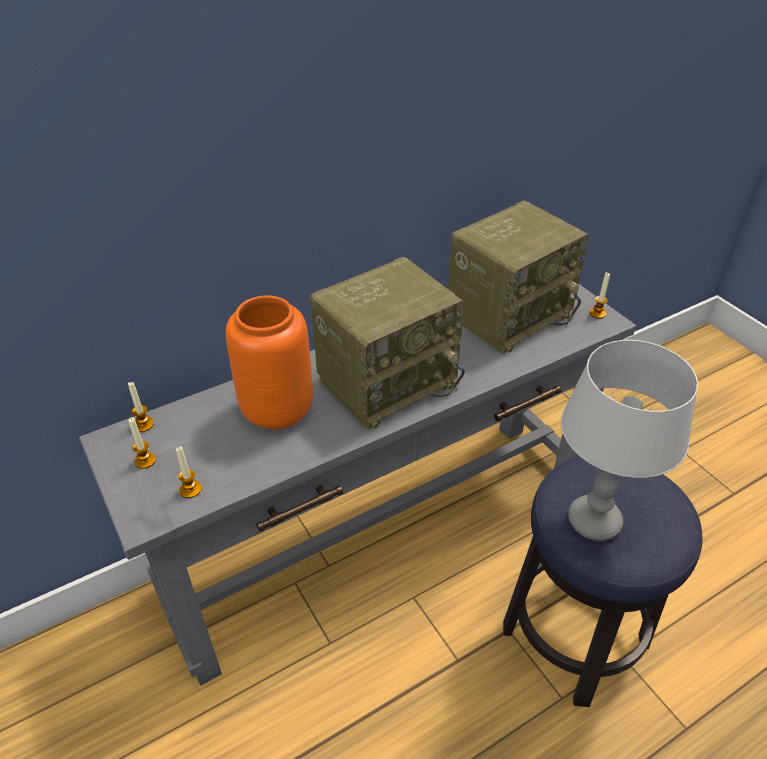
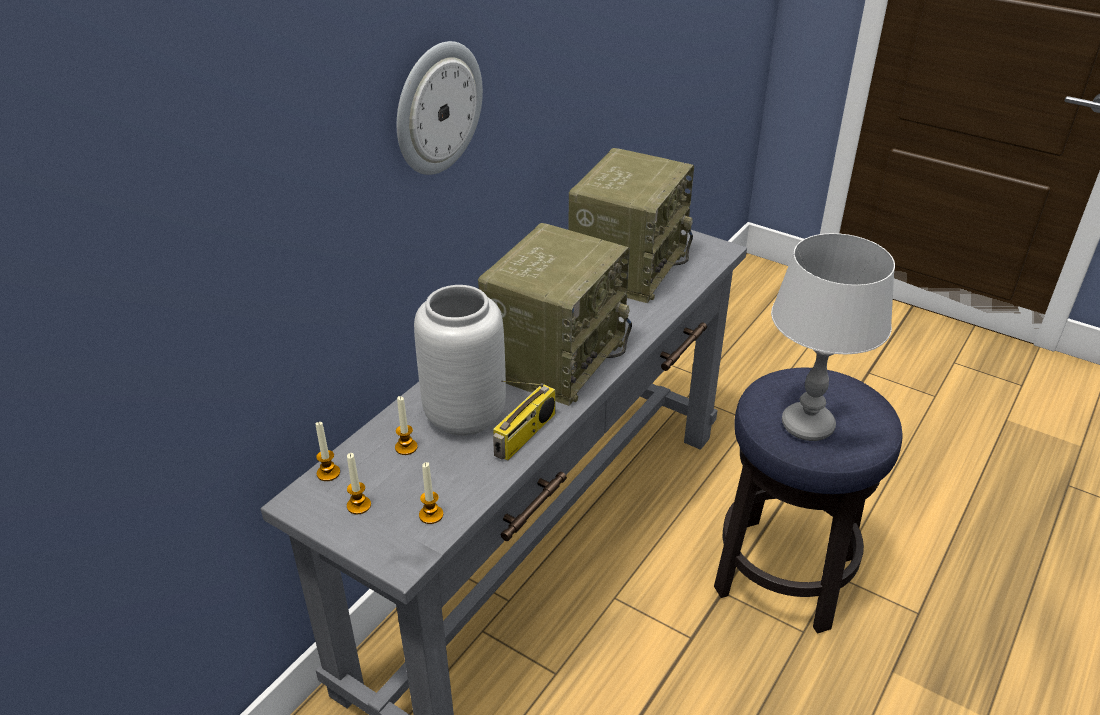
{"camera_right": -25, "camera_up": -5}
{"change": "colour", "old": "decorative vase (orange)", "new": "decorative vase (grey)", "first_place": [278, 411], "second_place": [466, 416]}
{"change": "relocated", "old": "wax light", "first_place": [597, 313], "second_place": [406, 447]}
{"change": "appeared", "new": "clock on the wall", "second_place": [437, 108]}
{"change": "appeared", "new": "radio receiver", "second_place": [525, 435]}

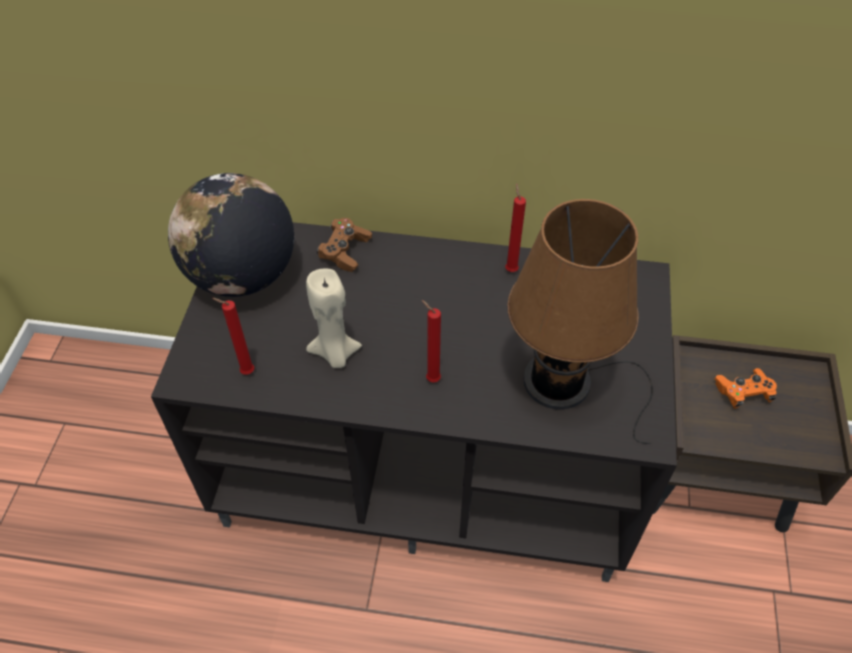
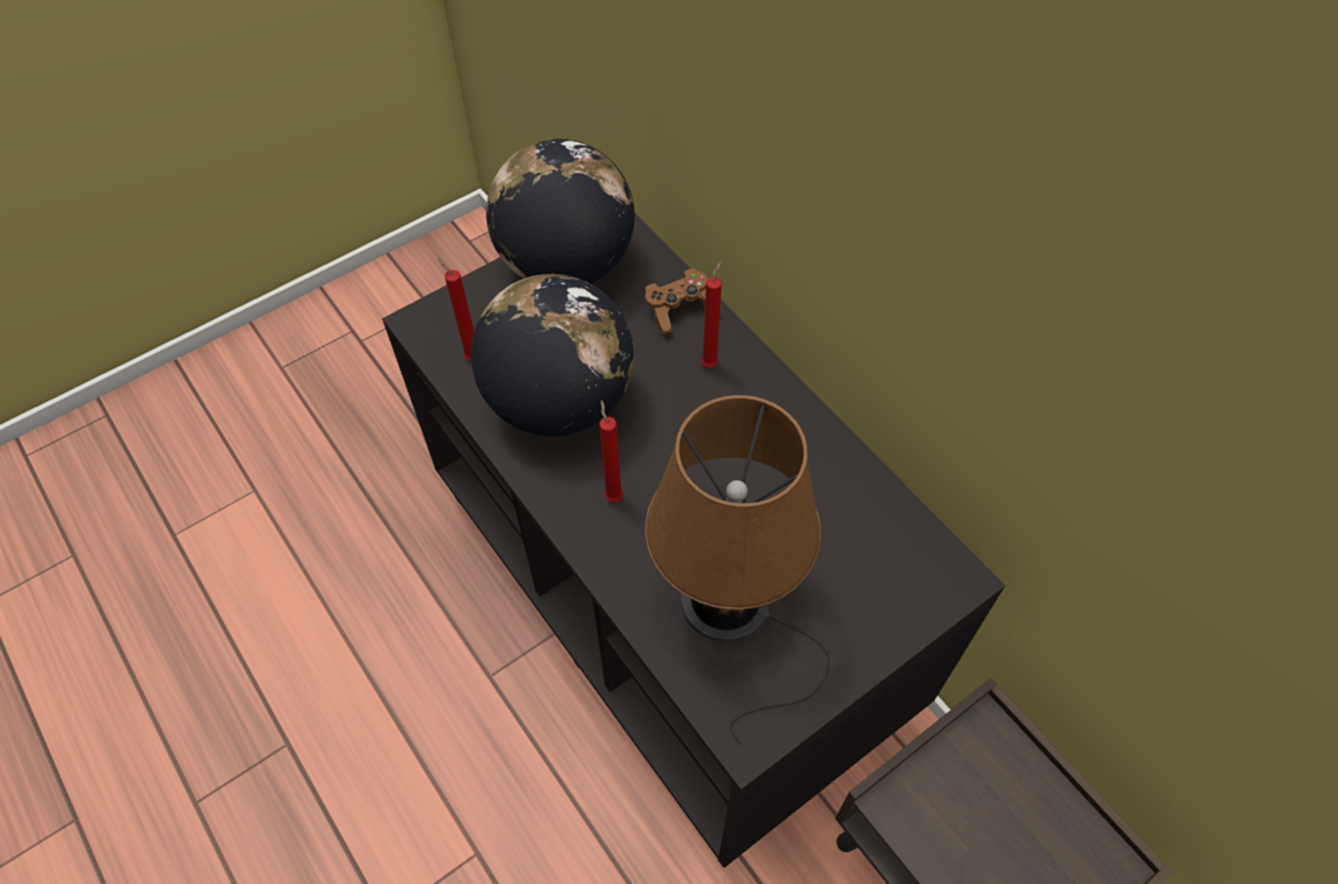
{"camera_right": 45, "camera_up": 5}
{"change": "exchanged", "old": "wax light (sand-coloured)", "new": "globe", "first_place": [335, 353], "second_place": [559, 401]}
{"change": "relocated", "old": "wax light (red)", "first_place": [510, 269], "second_place": [711, 363]}
{"change": "missing", "old": "joypad (orange)", "first_place": [743, 393]}

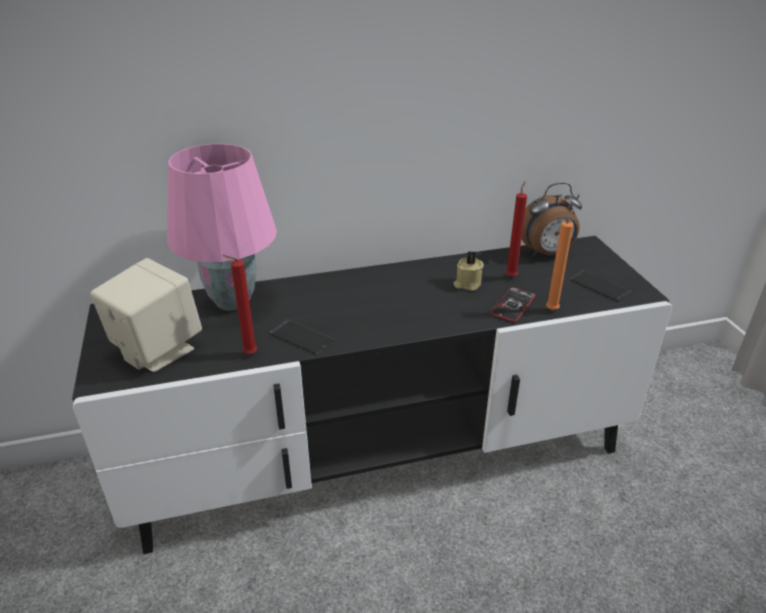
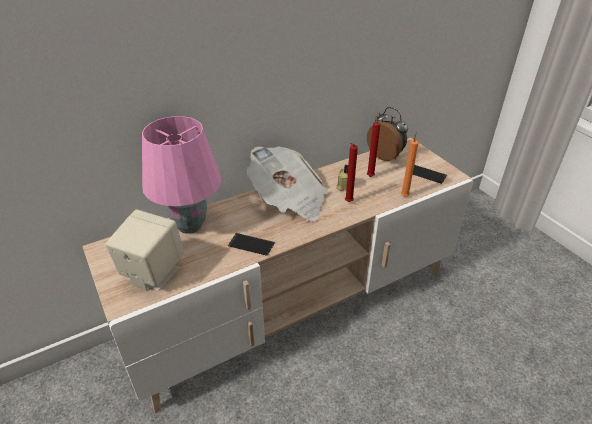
{"camera_right": -15, "camera_up": 5}
{"change": "colour", "old": "tv unit (black)", "new": "tv unit (sand-coloured)", "first_place": [382, 455], "second_place": [295, 307]}
{"change": "relocated", "old": "wax light (red)", "first_place": [248, 355], "second_place": [347, 202]}
{"change": "missing", "old": "telephone", "first_place": [513, 305]}
{"change": "spun", "old": "table clock", "first_place": [546, 253], "second_place": [386, 155], "degrees": -105}
{"change": "appeared", "new": "printed paper", "second_place": [289, 200]}

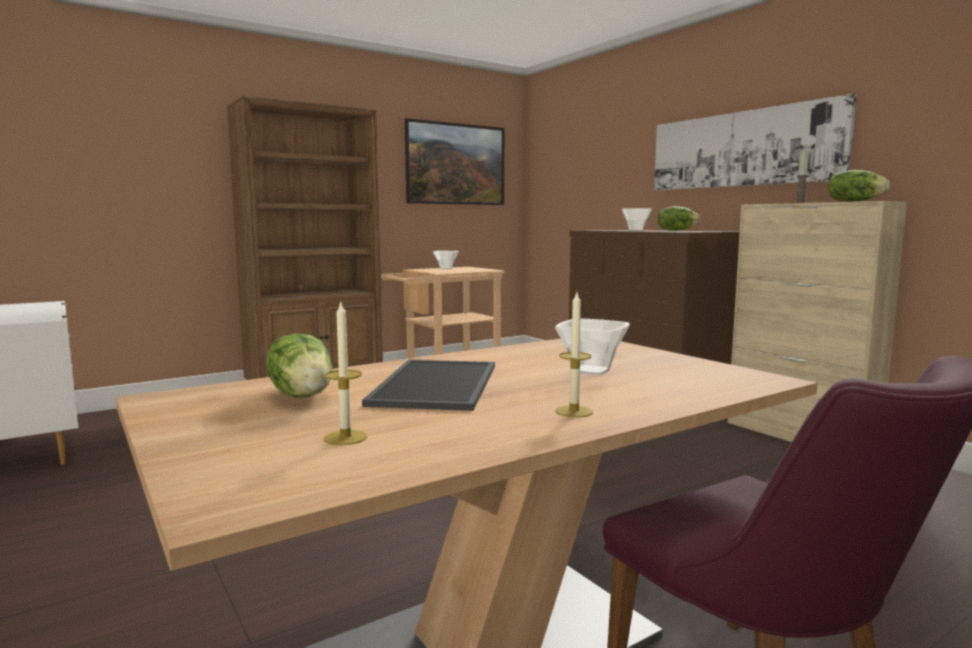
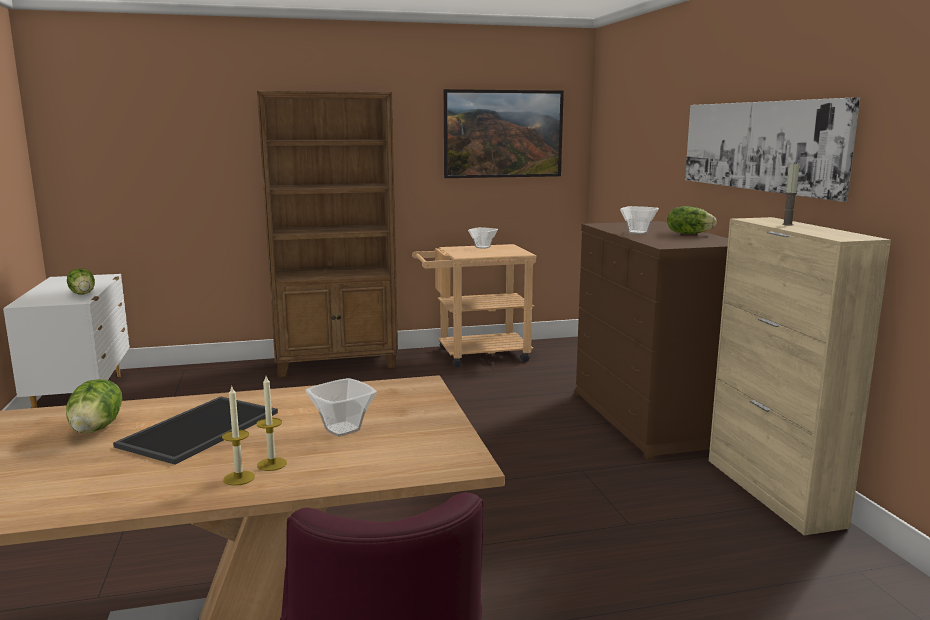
{"camera_right": 20, "camera_up": 5}
{"change": "relocated", "old": "wax light", "first_place": [345, 437], "second_place": [272, 464]}
{"change": "relocated", "old": "lettuce", "first_place": [854, 201], "second_place": [83, 294]}

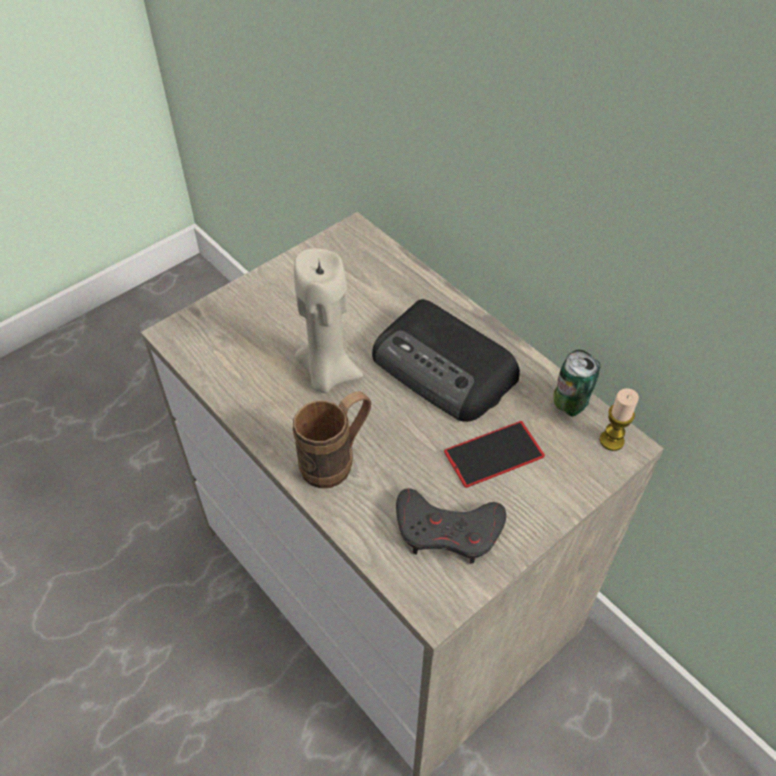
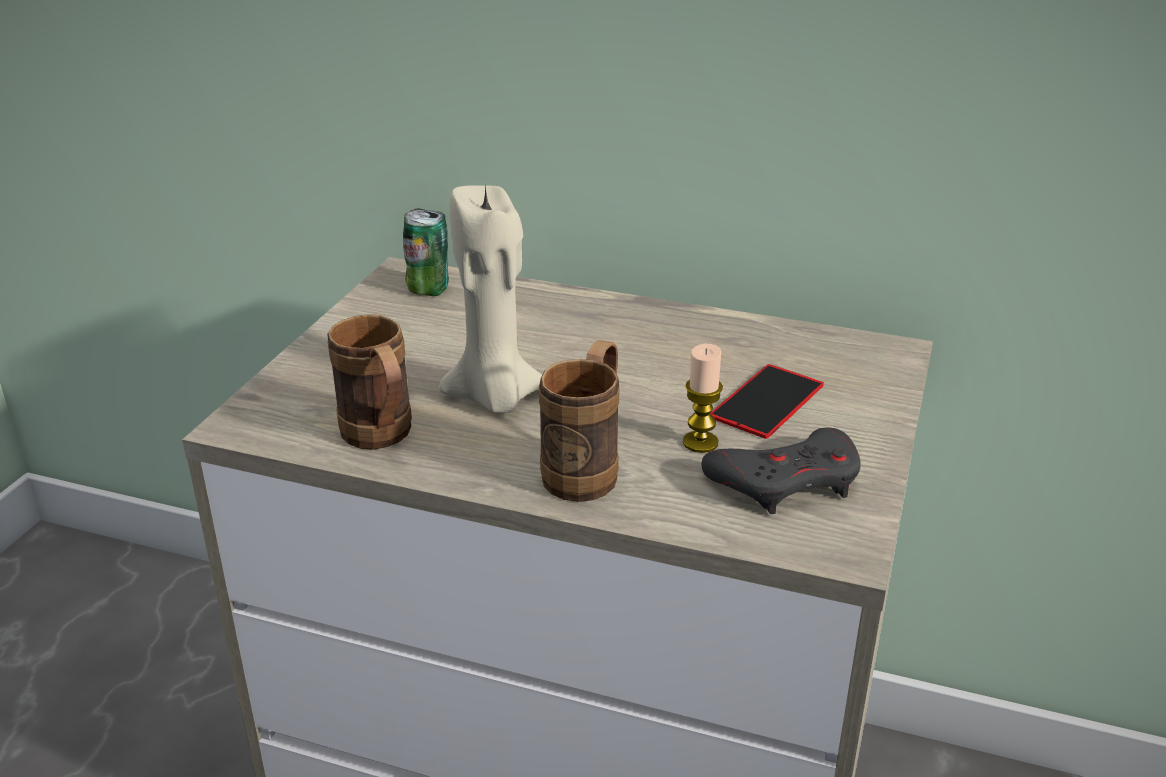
{"camera_right": -30, "camera_up": -20}
{"change": "missing", "old": "radio receiver", "first_place": [445, 369]}
{"change": "relocated", "old": "can", "first_place": [569, 404], "second_place": [428, 289]}
{"change": "relocated", "old": "wax light", "first_place": [611, 440], "second_place": [700, 442]}
{"change": "appeared", "new": "tea mug (brown)", "second_place": [381, 439]}

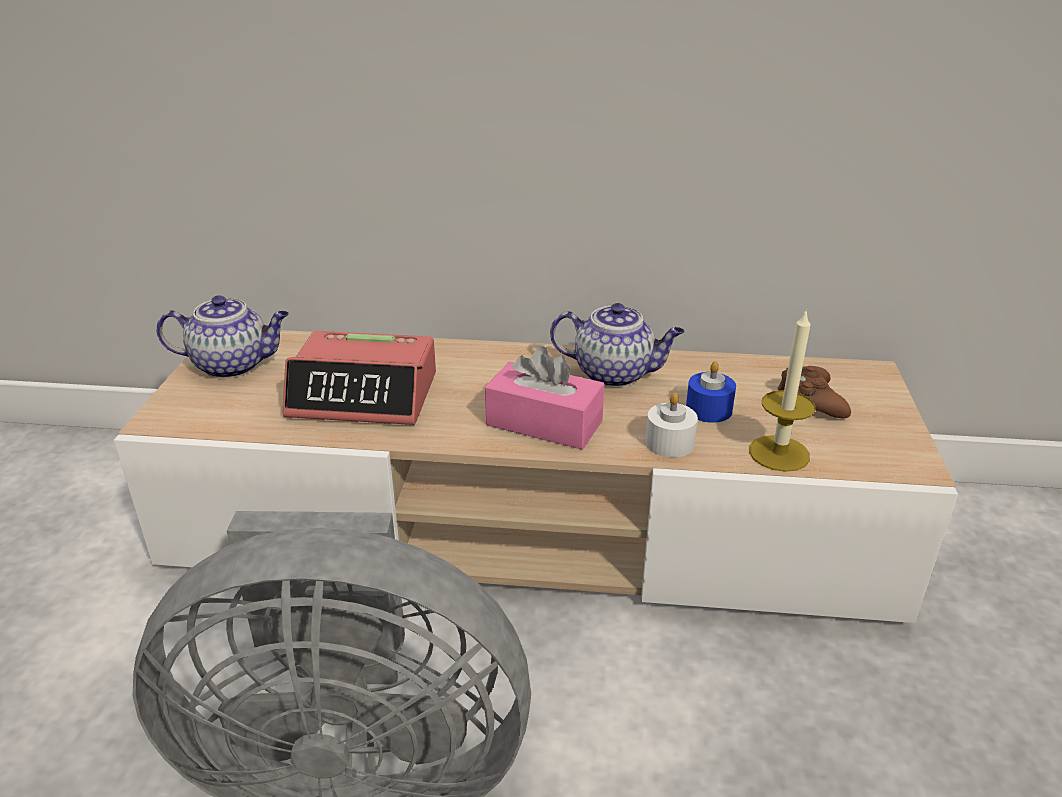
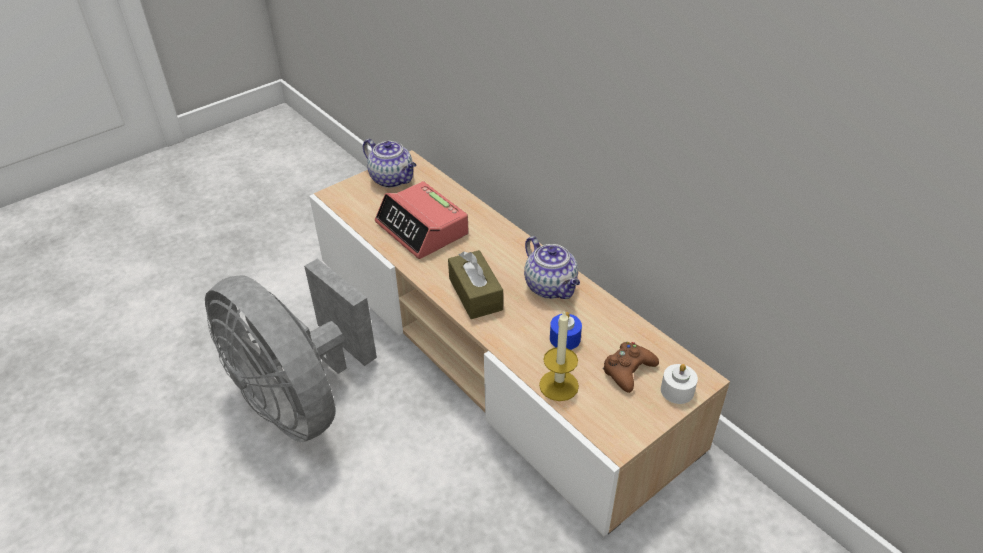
{"camera_right": 45, "camera_up": 10}
{"change": "colour", "old": "tissue box (pink)", "new": "tissue box (brown)", "first_place": [544, 423], "second_place": [475, 294]}
{"change": "relocated", "old": "wax light (white)", "first_place": [669, 443], "second_place": [677, 390]}

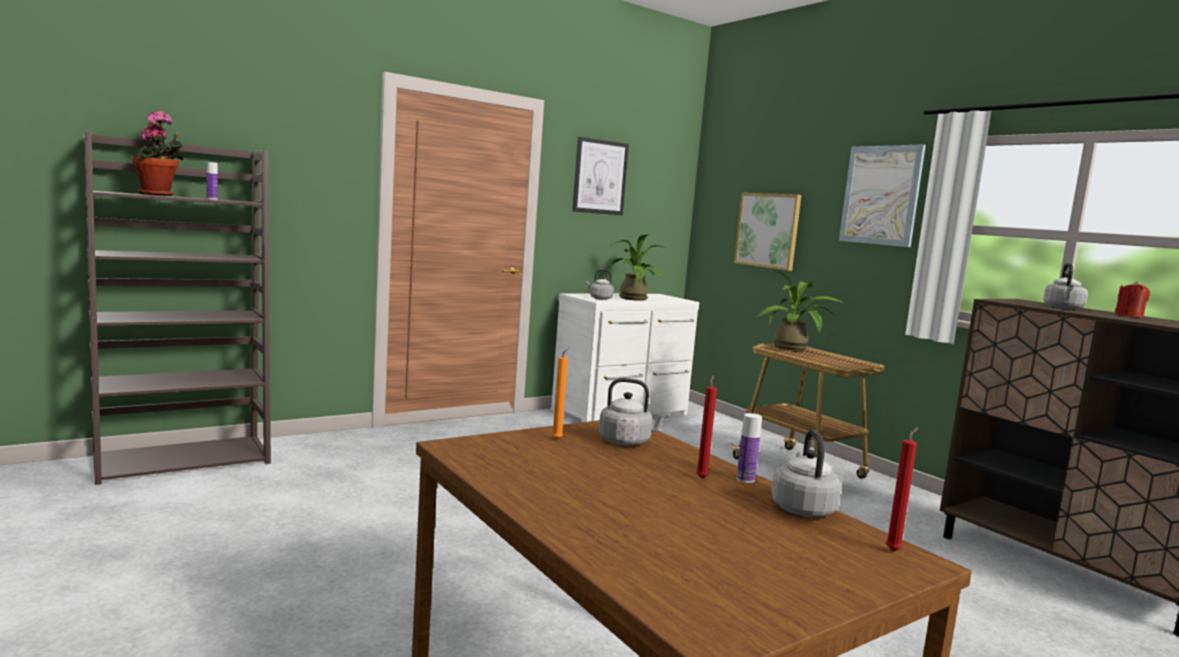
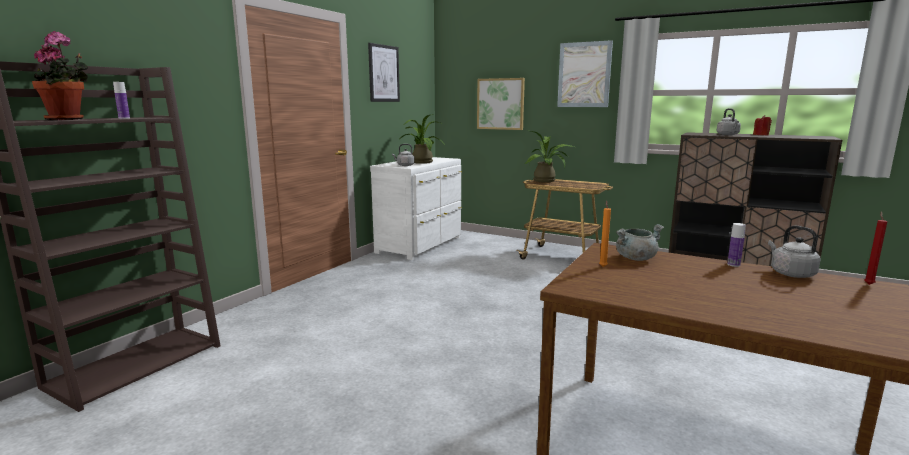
{"camera_right": -25, "camera_up": 5}
{"change": "exchanged", "old": "water kettle (grey)", "new": "stockpot (grey)", "first_place": [627, 442], "second_place": [635, 258]}
{"change": "missing", "old": "wax light (red)", "first_place": [702, 478]}

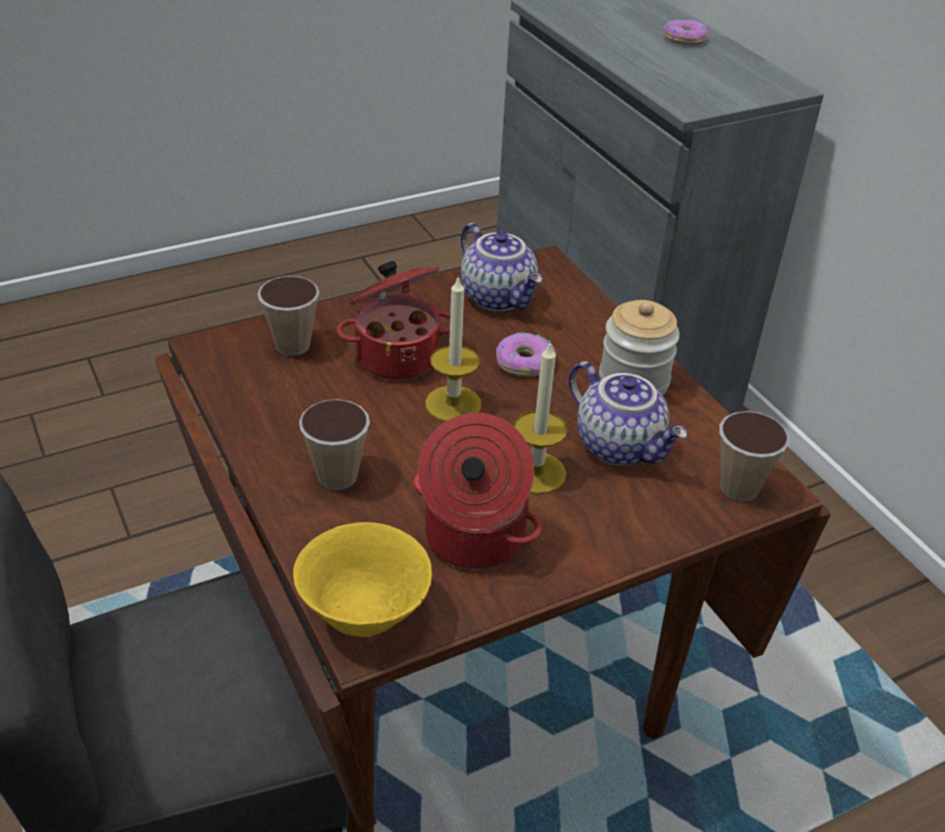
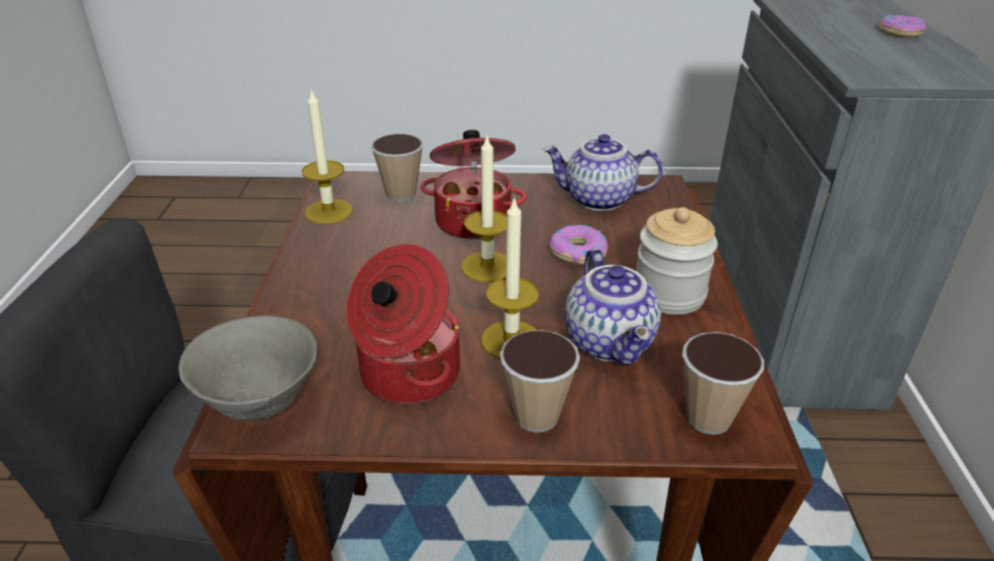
{"camera_right": 30, "camera_up": -5}
{"change": "colour", "old": "serving bowl (yellowish)", "new": "serving bowl (grey)", "first_place": [365, 614], "second_place": [262, 403]}
{"change": "relocated", "old": "small cup", "first_place": [337, 476], "second_place": [536, 416]}
{"change": "spun", "old": "pot for tea", "first_place": [499, 297], "second_place": [598, 200], "degrees": 105}
{"change": "appeared", "new": "wax light", "second_place": [329, 211]}

